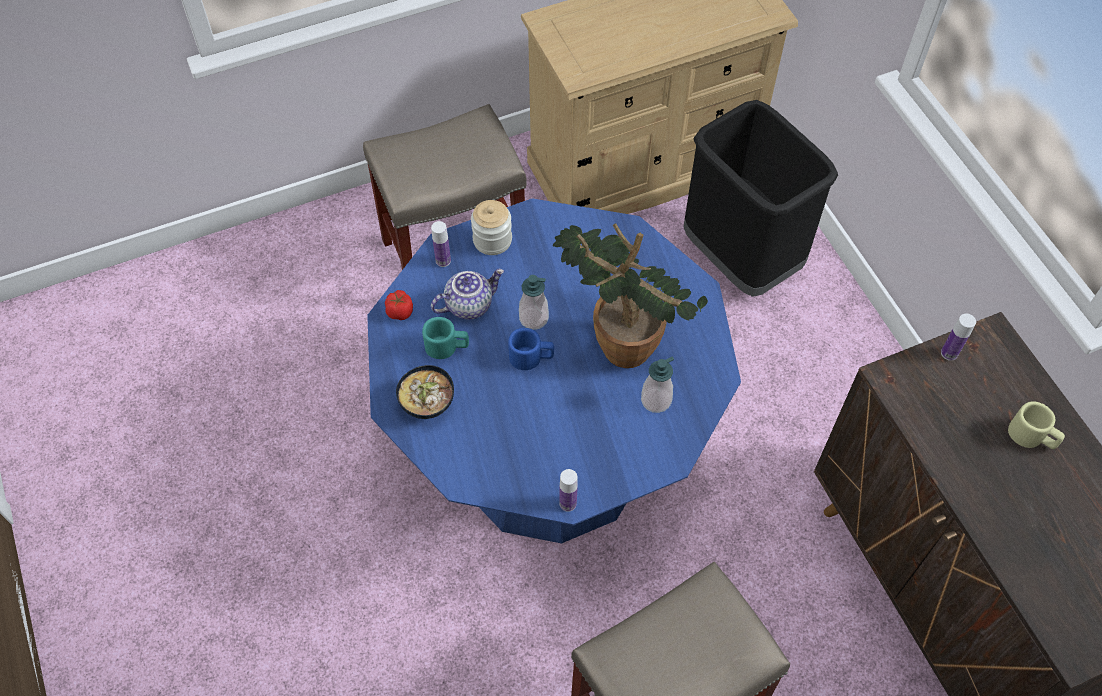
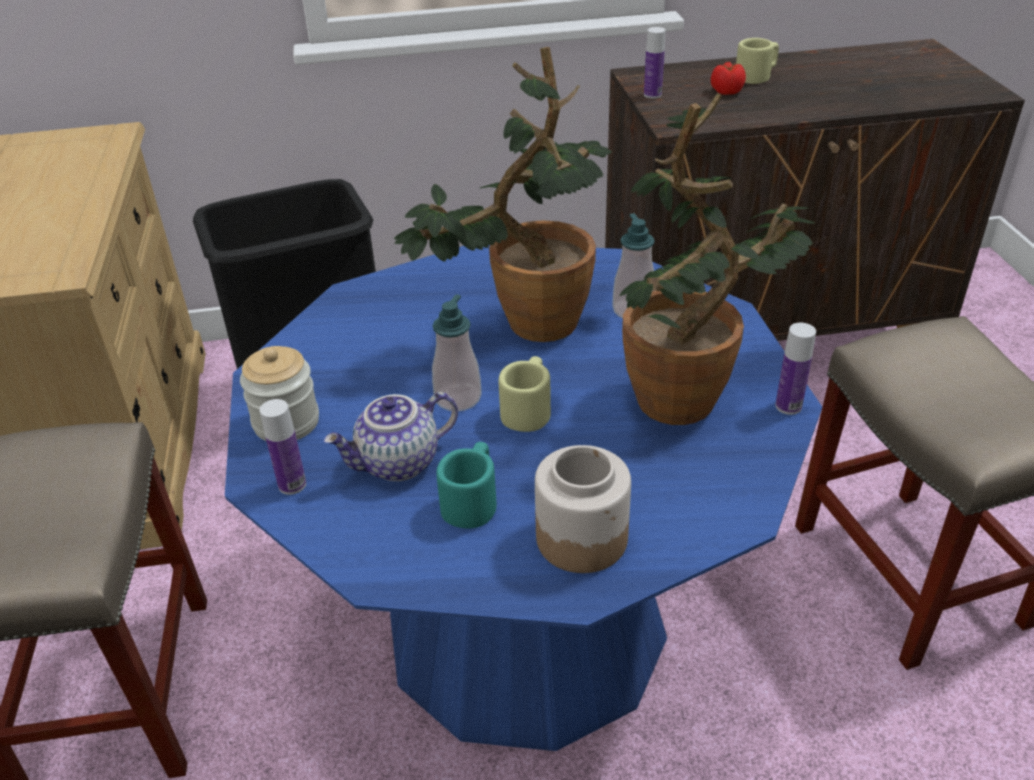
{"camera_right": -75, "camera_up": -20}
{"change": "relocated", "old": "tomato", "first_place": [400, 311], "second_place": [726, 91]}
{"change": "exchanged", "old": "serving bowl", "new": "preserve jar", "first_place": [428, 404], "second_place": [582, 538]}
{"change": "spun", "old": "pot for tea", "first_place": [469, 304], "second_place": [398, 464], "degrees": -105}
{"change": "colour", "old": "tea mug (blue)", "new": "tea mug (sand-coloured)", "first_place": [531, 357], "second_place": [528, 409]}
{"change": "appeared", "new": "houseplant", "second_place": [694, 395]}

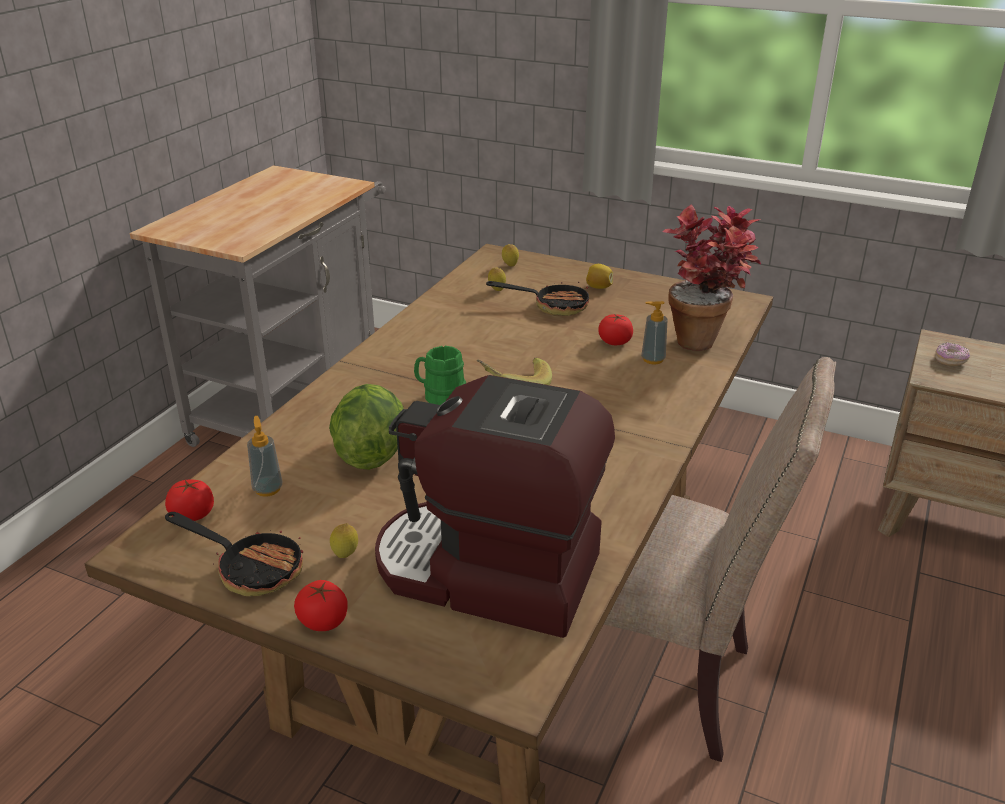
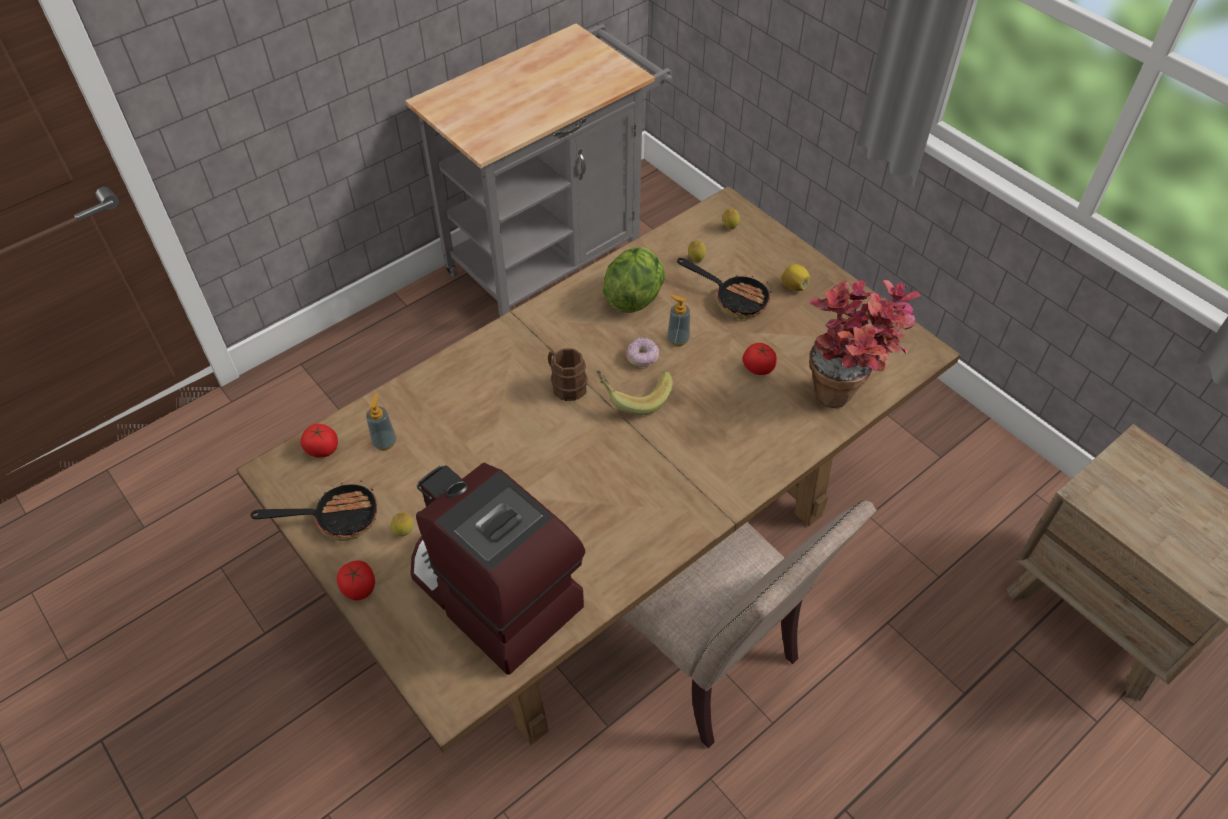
{"camera_right": 25, "camera_up": 20}
{"change": "spun", "old": "skillet", "first_place": [251, 568], "second_place": [337, 518], "degrees": -60}
{"change": "relocated", "old": "lettuce", "first_place": [370, 453], "second_place": [634, 297]}
{"change": "colour", "old": "tea mug (green-coloured)", "new": "tea mug (brown)", "first_place": [439, 397], "second_place": [565, 385]}
{"change": "relocated", "old": "liquid soap bottle", "first_place": [653, 359], "second_place": [678, 339]}
{"change": "relocated", "old": "ring doughnut", "first_place": [950, 361], "second_place": [642, 357]}

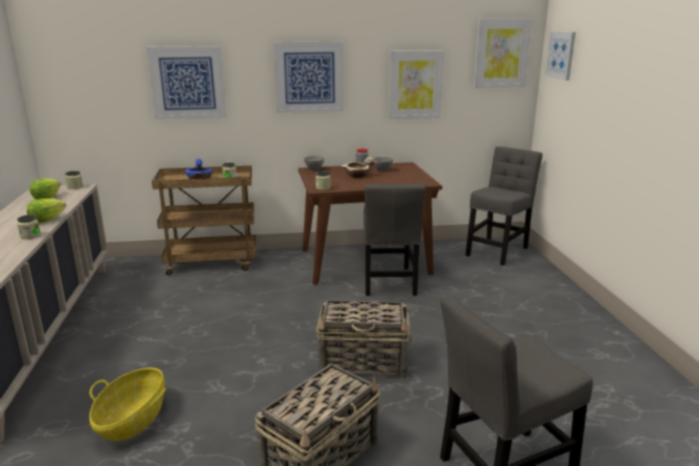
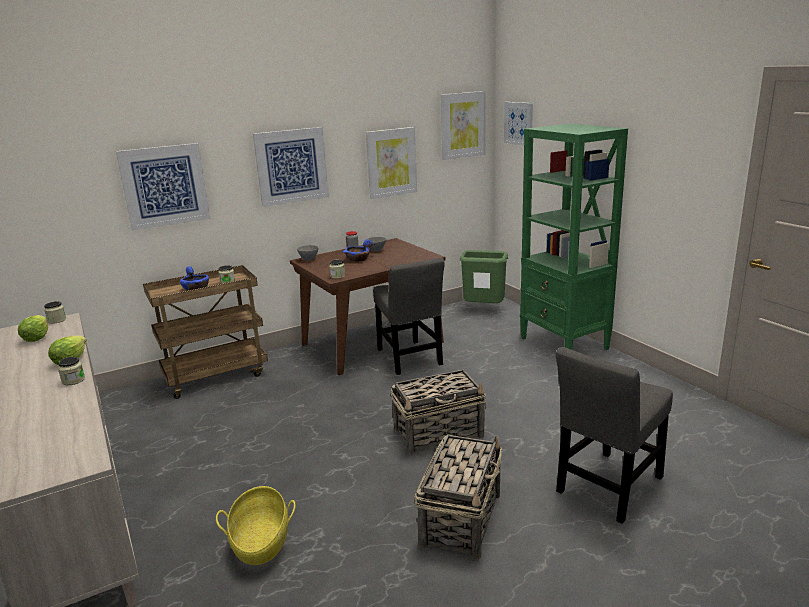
{"camera_right": -20, "camera_up": 0}
{"change": "colour", "old": "serving bowl (sand-coloured)", "new": "serving bowl (blue)", "first_place": [357, 175], "second_place": [358, 259]}
{"change": "exchanged", "old": "plain chair (grey)", "new": "rubbish bin (green-coloured)", "first_place": [498, 250], "second_place": [484, 309]}
{"change": "appeared", "new": "shelving unit (green-coloured)", "second_place": [564, 344]}

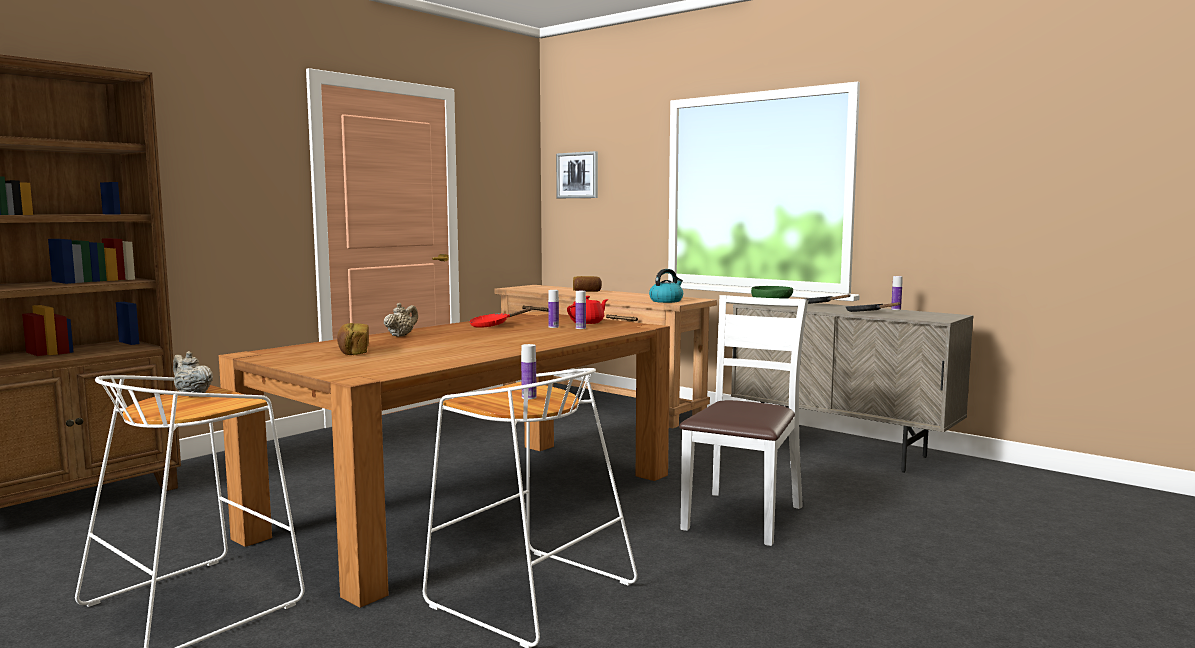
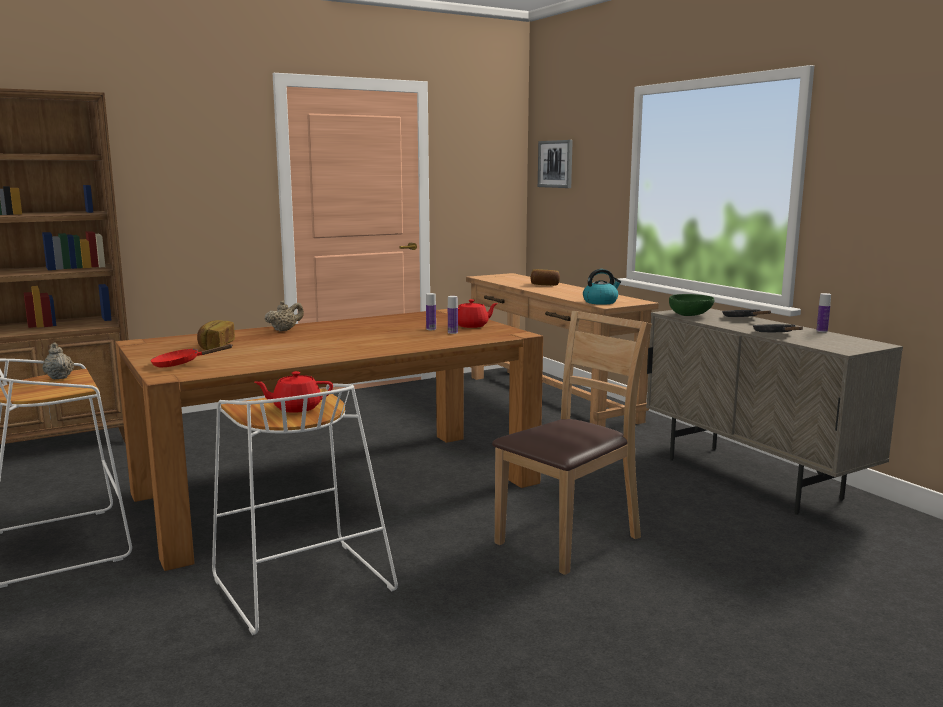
{"camera_right": 20, "camera_up": 5}
{"change": "relocated", "old": "skillet (red)", "first_place": [493, 325], "second_place": [181, 364]}
{"change": "exchanged", "old": "bottle", "new": "pot for tea (red)", "first_place": [529, 397], "second_place": [296, 408]}
{"change": "colour", "old": "plain chair (white)", "new": "plain chair (brown)", "first_place": [742, 517], "second_place": [568, 539]}

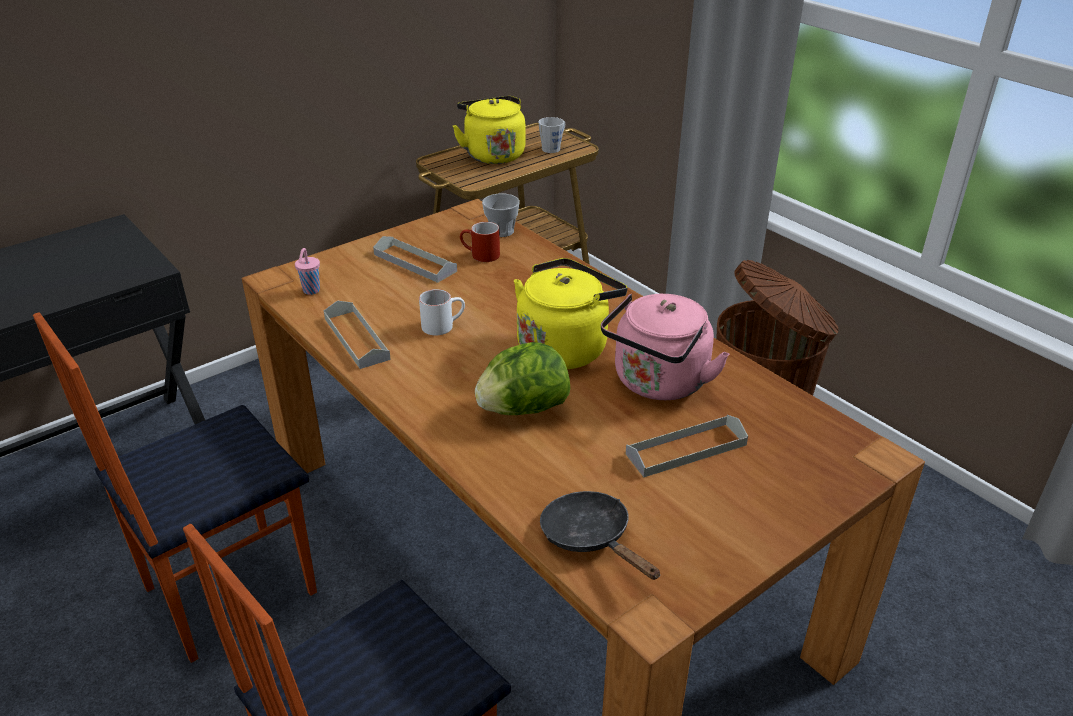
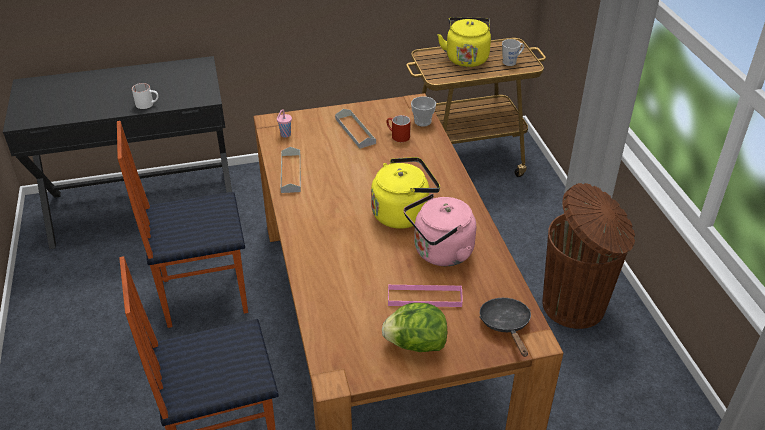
{"camera_right": 25, "camera_up": 5}
{"change": "relocated", "old": "tea mug (white)", "first_place": [443, 325], "second_place": [148, 104]}
{"change": "relocated", "old": "lettuce", "first_place": [523, 409], "second_place": [415, 344]}
{"change": "relocated", "old": "skillet (black)", "first_place": [591, 538], "second_place": [506, 325]}
{"change": "colour", "old": "serving tray (grey)", "new": "serving tray (pink)", "first_place": [686, 449], "second_place": [424, 298]}

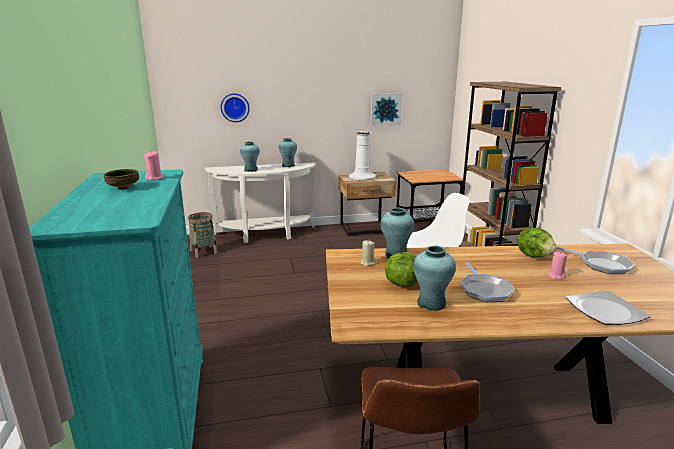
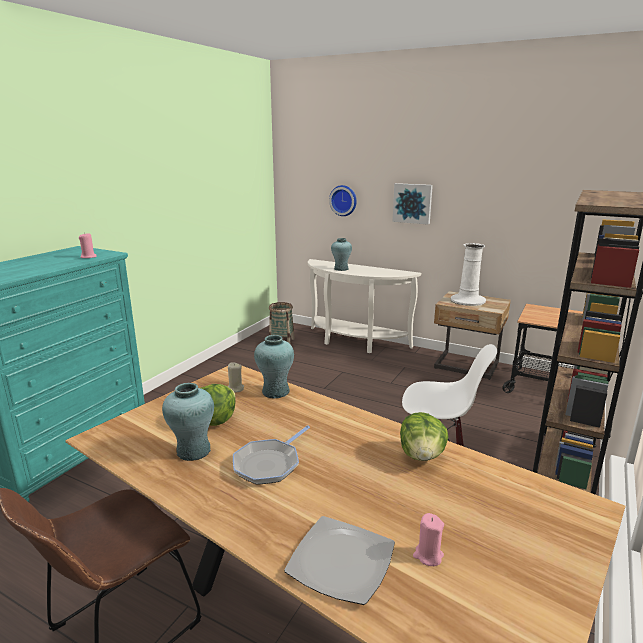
{"camera_right": 40, "camera_up": 0}
{"change": "missing", "old": "serving bowl", "first_place": [124, 188]}
{"change": "missing", "old": "decorative vase (turquoise-coloured)", "first_place": [288, 165]}
{"change": "relocated", "old": "picture", "first_place": [385, 109], "second_place": [412, 203]}
{"change": "relocated", "old": "wax light (pink)", "first_place": [556, 276], "second_place": [428, 555]}
{"change": "missing", "old": "skillet", "first_place": [602, 265]}

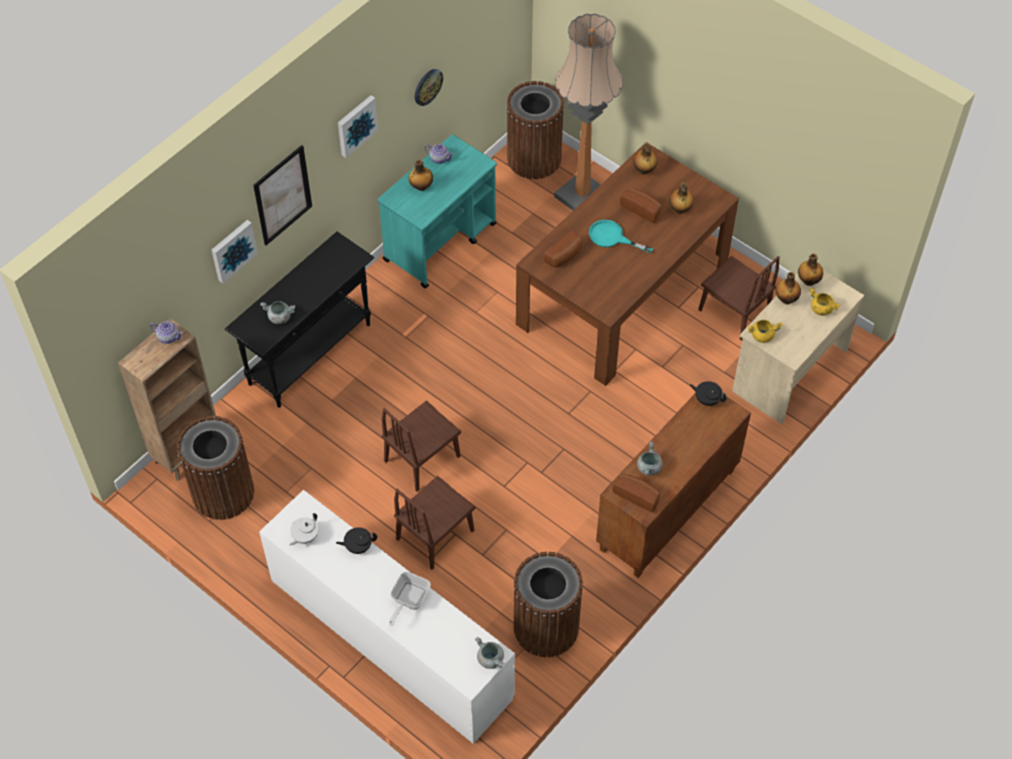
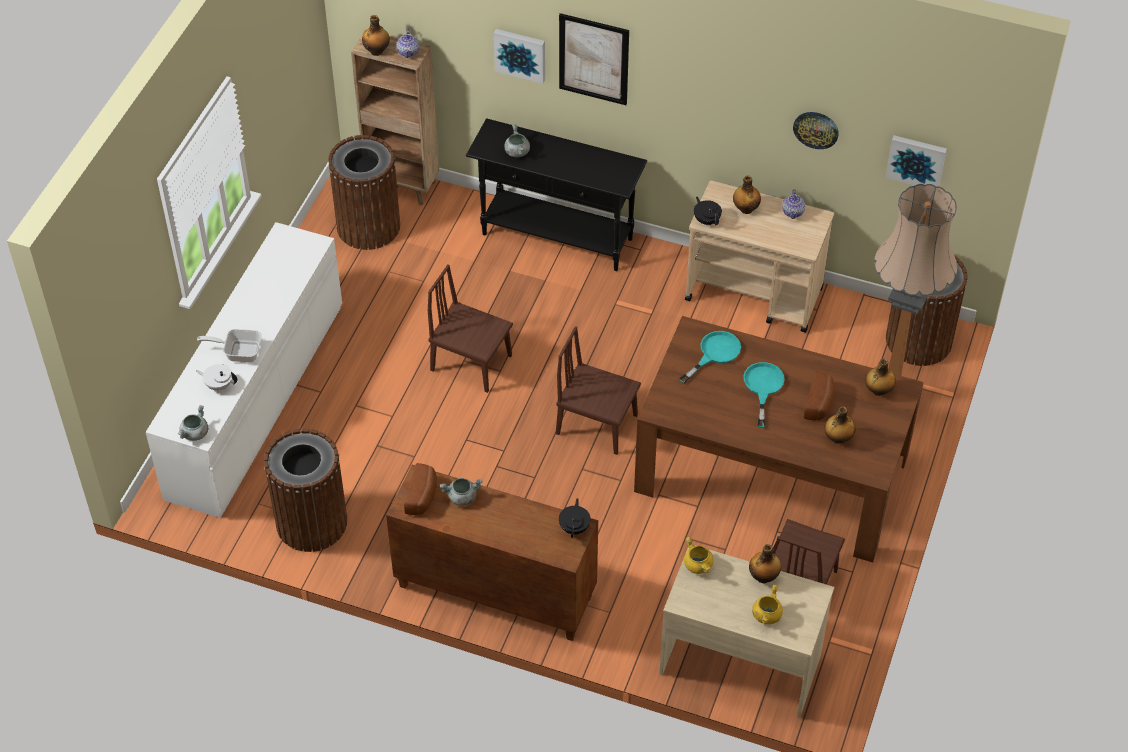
{"camera_right": 70, "camera_up": -5}
{"change": "relocated", "old": "pot for tea (white)", "first_place": [305, 536], "second_place": [219, 385]}
{"change": "relocated", "old": "pot for tea (black)", "first_place": [358, 546], "second_place": [707, 220]}
{"change": "relocated", "old": "picture", "first_place": [356, 125], "second_place": [916, 161]}
{"change": "colour", "old": "wheeled cart (turquoise-coloured)", "new": "wheeled cart (sand-coloured)", "first_place": [441, 241], "second_place": [755, 294]}
{"change": "relocated", "old": "plain chair (brown)", "first_place": [435, 534], "second_place": [597, 424]}
{"change": "exchanged", "old": "baked bread", "new": "skillet (turquoise-coloured)", "first_place": [565, 256], "second_place": [714, 353]}
{"change": "relocated", "old": "bottle", "first_place": [808, 280], "second_place": [377, 51]}

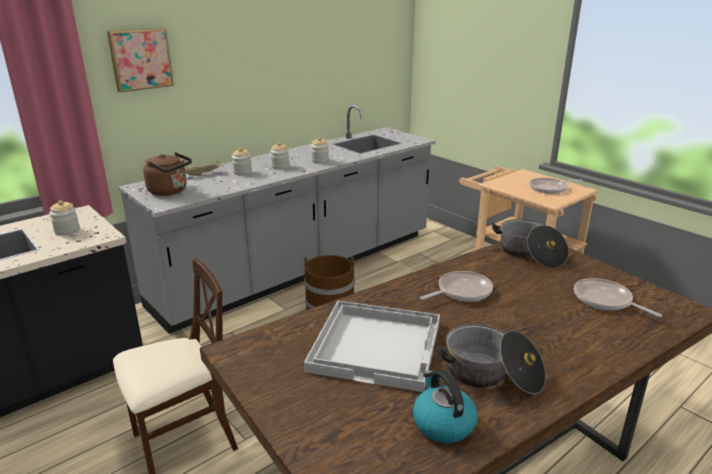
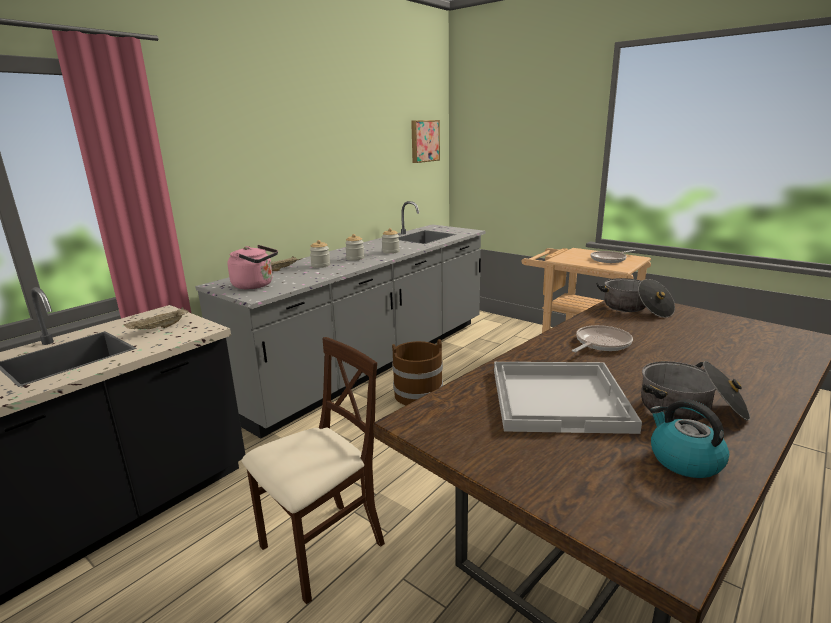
{"camera_right": -10, "camera_up": -5}
{"change": "exchanged", "old": "preserve jar", "new": "serving tray (sand-coloured)", "first_place": [67, 230], "second_place": [159, 328]}
{"change": "relocated", "old": "picture", "first_place": [140, 59], "second_place": [424, 141]}
{"change": "colour", "old": "water kettle (brown)", "new": "water kettle (pink)", "first_place": [170, 191], "second_place": [255, 285]}
{"change": "missing", "old": "skillet", "first_place": [605, 300]}

